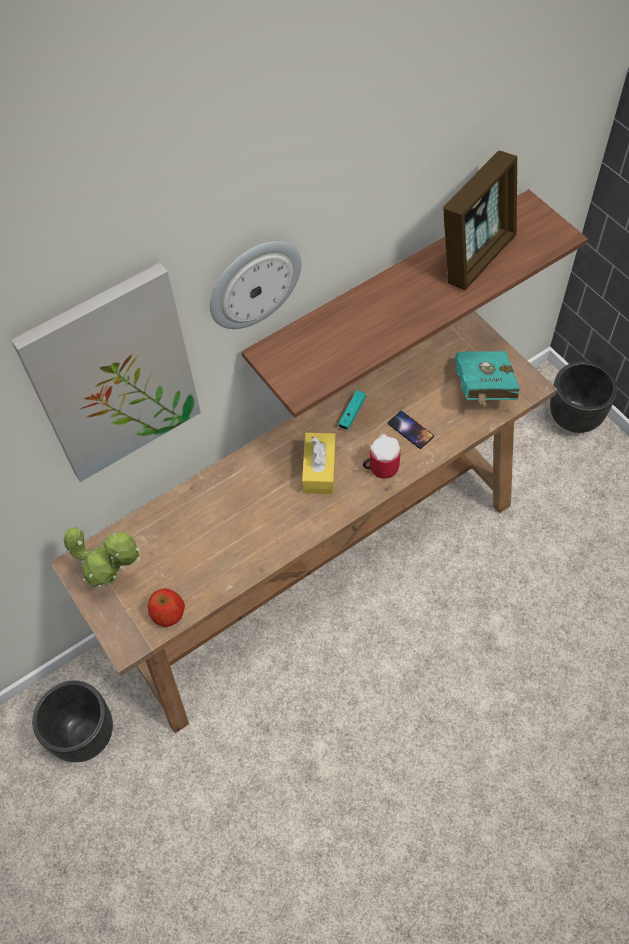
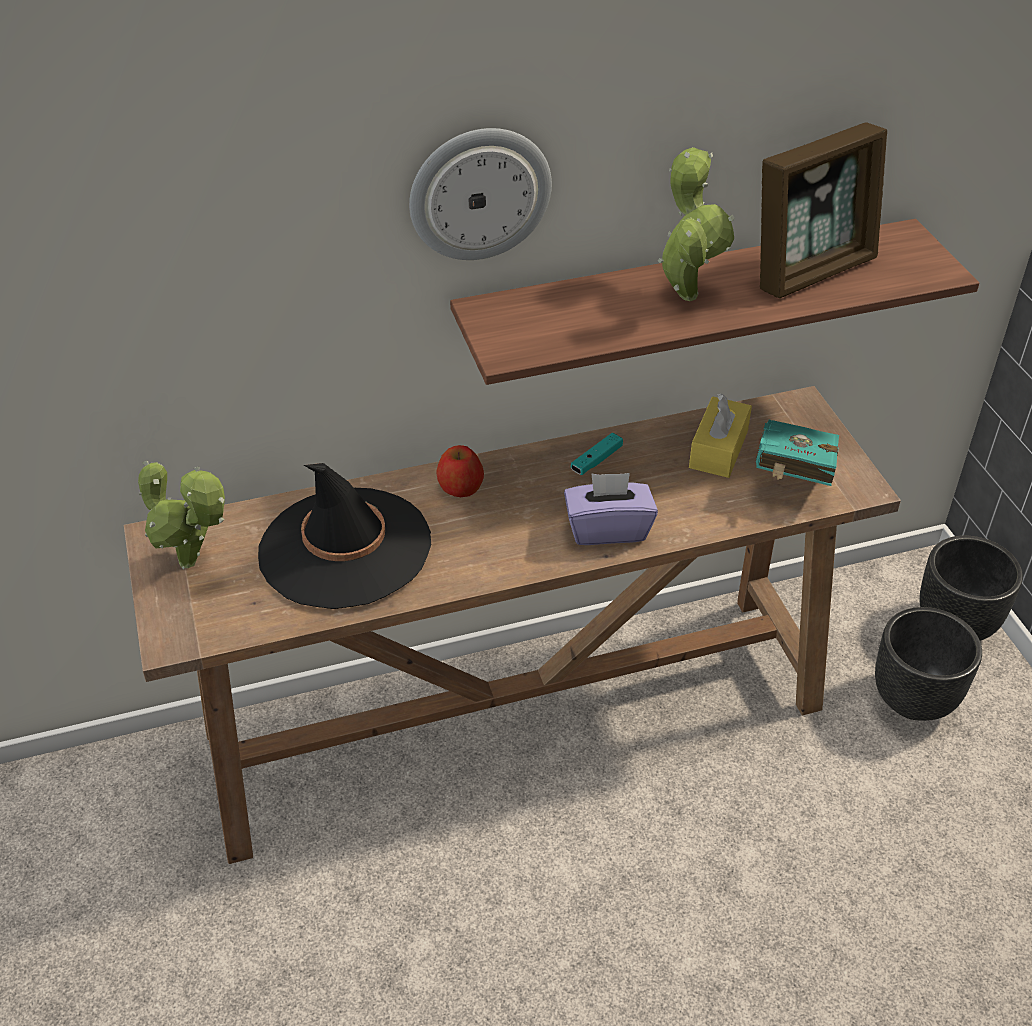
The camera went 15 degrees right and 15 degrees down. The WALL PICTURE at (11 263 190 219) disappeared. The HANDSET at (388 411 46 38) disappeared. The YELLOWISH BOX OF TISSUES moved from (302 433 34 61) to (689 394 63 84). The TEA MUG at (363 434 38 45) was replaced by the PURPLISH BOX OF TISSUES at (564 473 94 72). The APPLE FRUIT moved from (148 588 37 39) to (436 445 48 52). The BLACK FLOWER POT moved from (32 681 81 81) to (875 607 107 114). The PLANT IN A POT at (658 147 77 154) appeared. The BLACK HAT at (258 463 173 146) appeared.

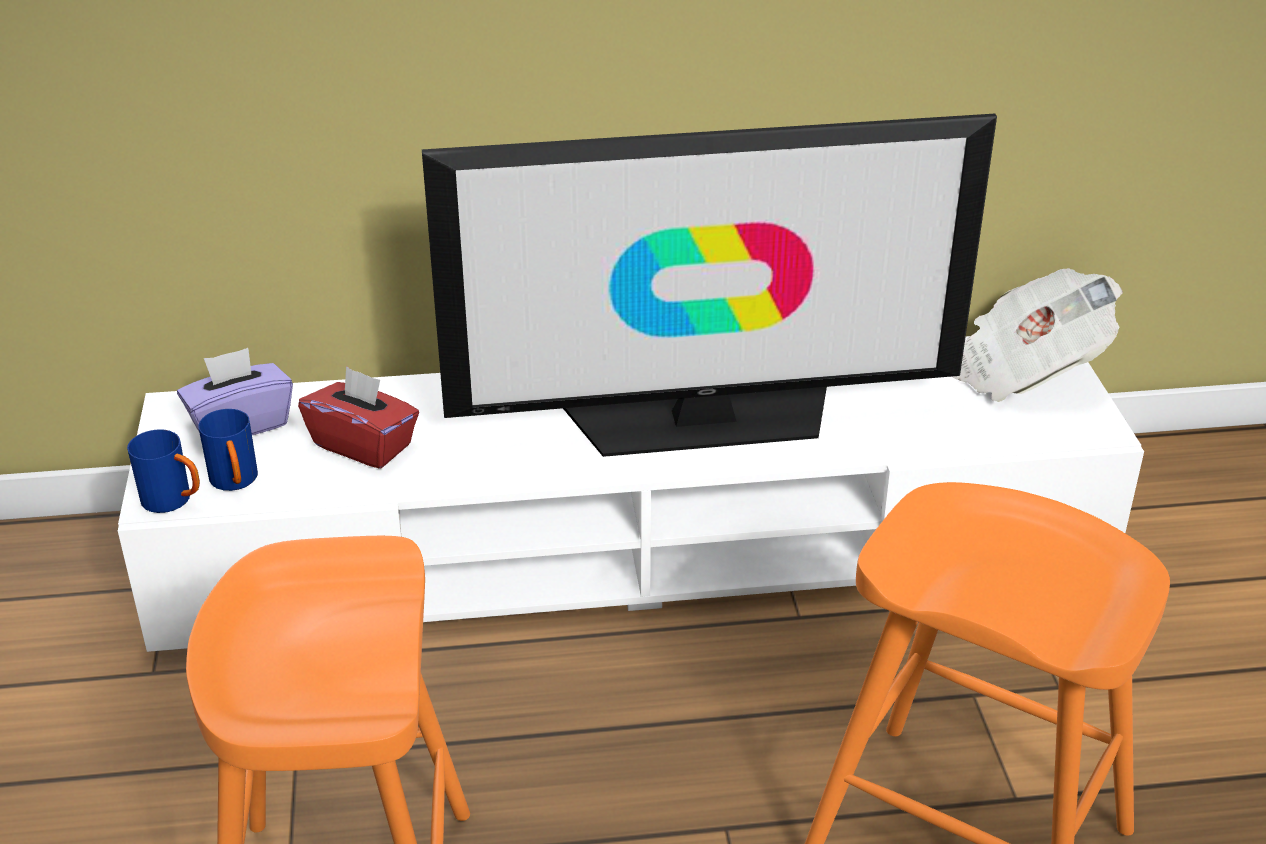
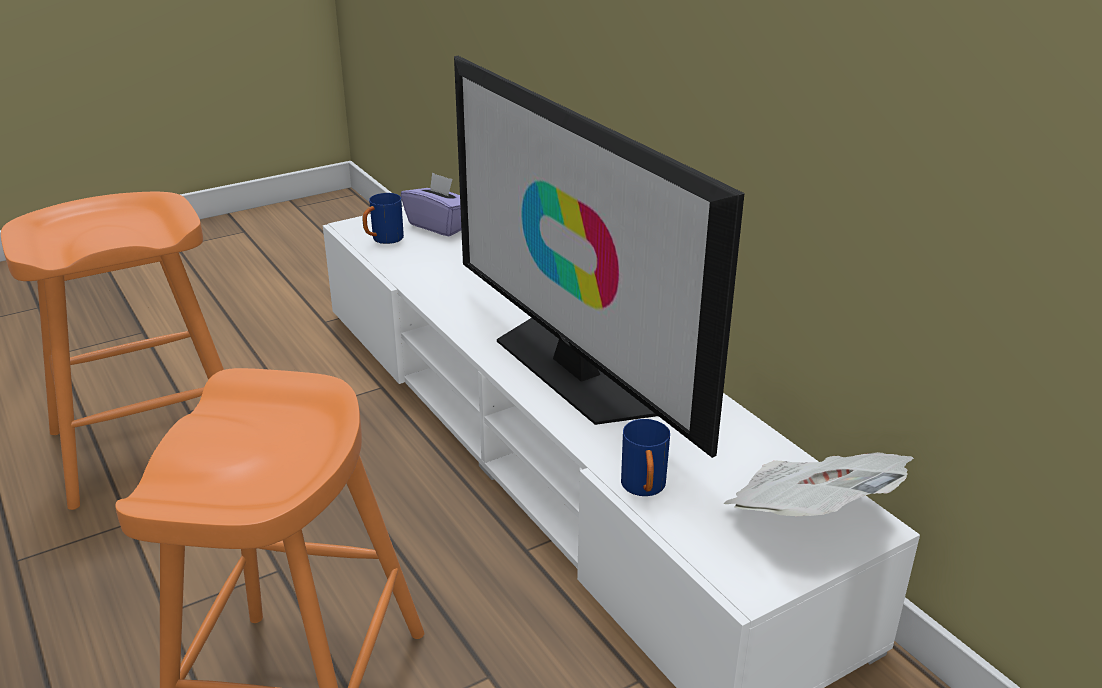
The camera went 65 degrees right and 5 degrees down. The RED-COLOURED BOX OF TISSUES at (298 366 121 103) disappeared. The BLUISH TEA MUG moved from (127 429 73 84) to (621 419 49 77).

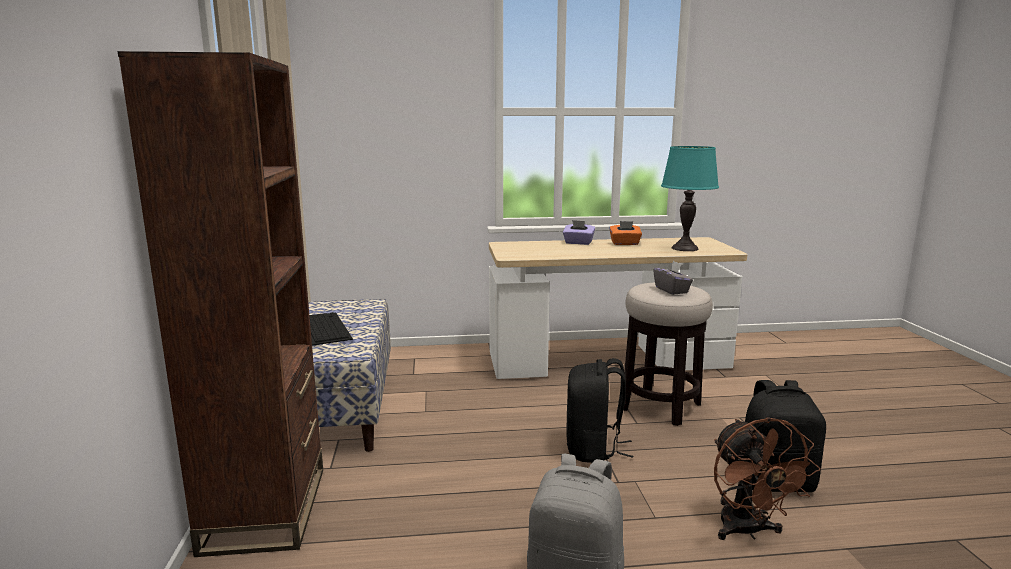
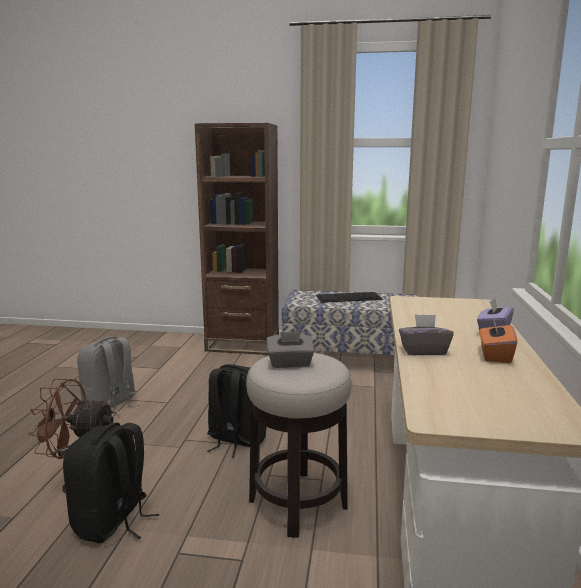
The camera went 105 degrees right and 0 degrees up. The TURQUOISE TABLE LAMP at (661 146 58 105) disappeared. The GREY BOX OF TISSUES at (399 314 55 41) appeared.

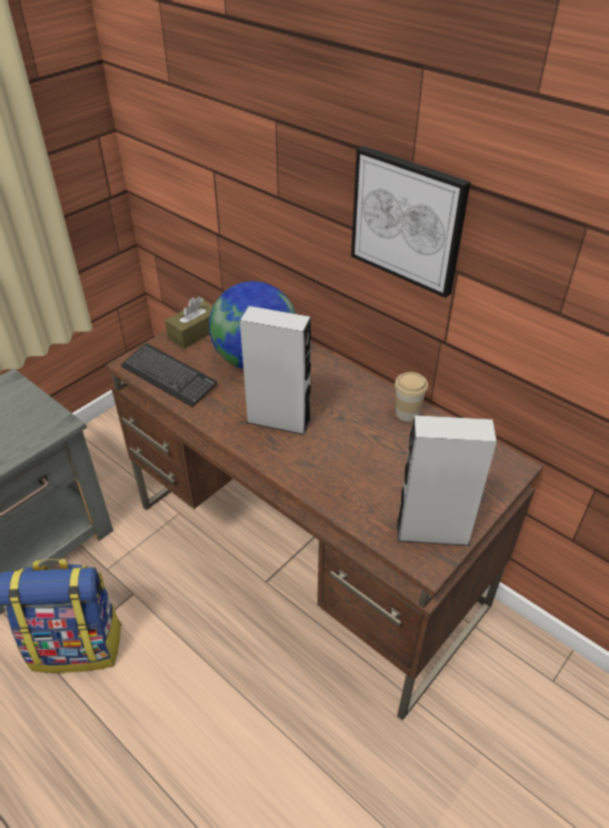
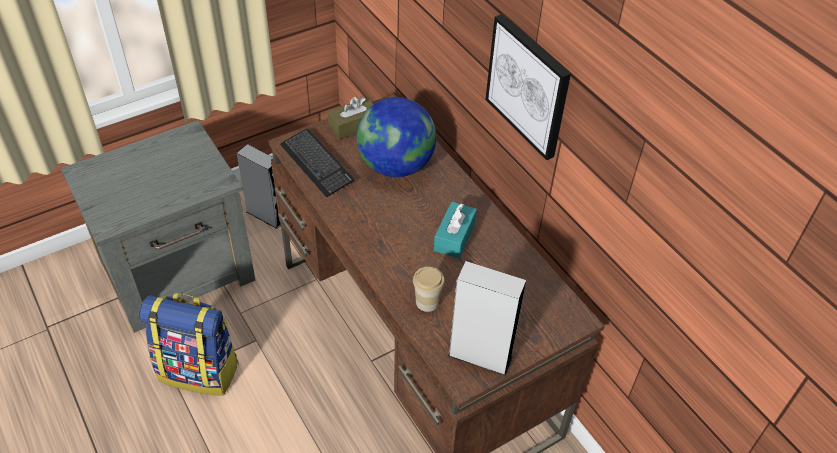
The camera went 15 degrees right and 5 degrees up. The GREY LOUDSPEAKER moved from (240 306 71 129) to (237 144 44 85). The CUP moved from (395 372 33 49) to (413 267 32 45). The TURQUOISE BOX OF TISSUES at (434 202 43 56) appeared.

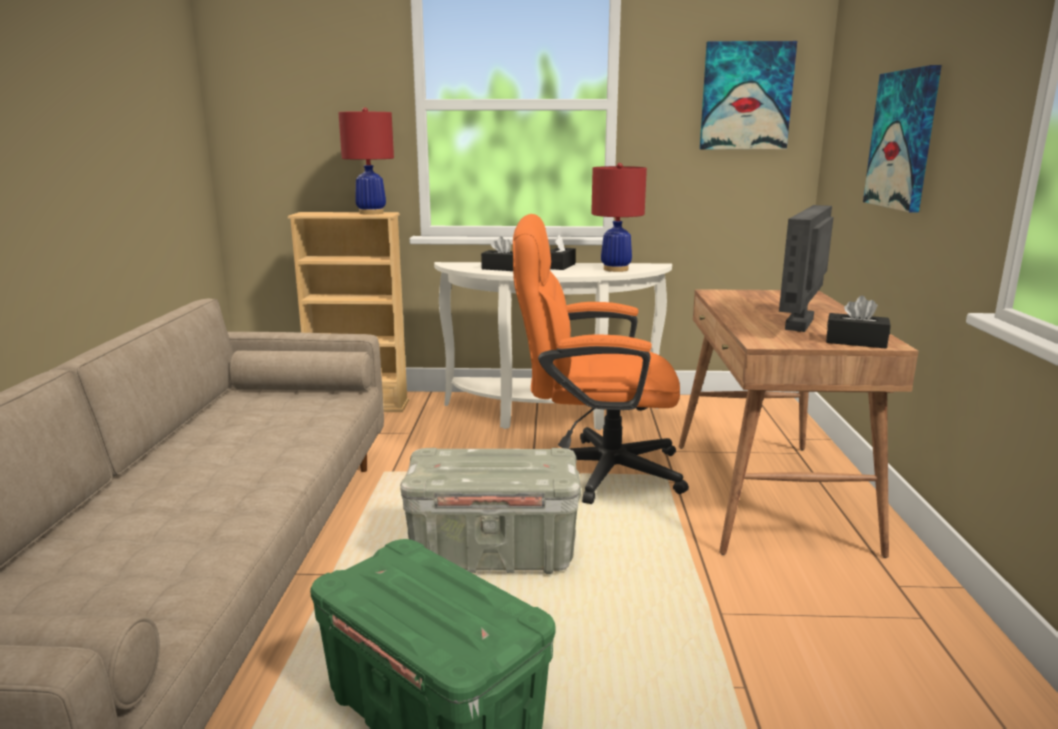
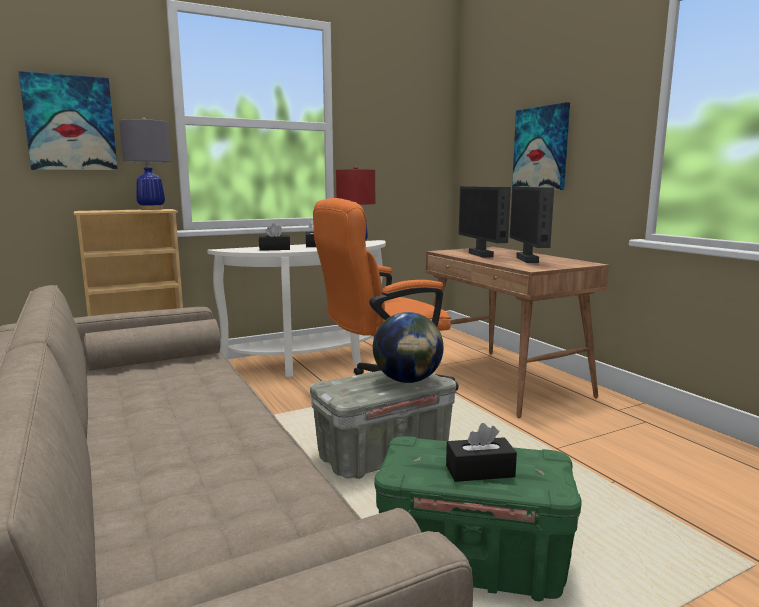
The camera went 30 degrees left and 5 degrees down. The WALL PICTURE moved from (700 41 97 109) to (18 71 100 100). The RED-COLOURED TABLE LAMP at (338 108 56 107) became the GREY TABLE LAMP at (119 117 52 93). The BLACK BOX OF TISSUES moved from (826 296 65 53) to (446 423 71 59). The MONITOR at (459 186 52 72) appeared. The DESK GLOBE at (373 312 70 71) appeared.

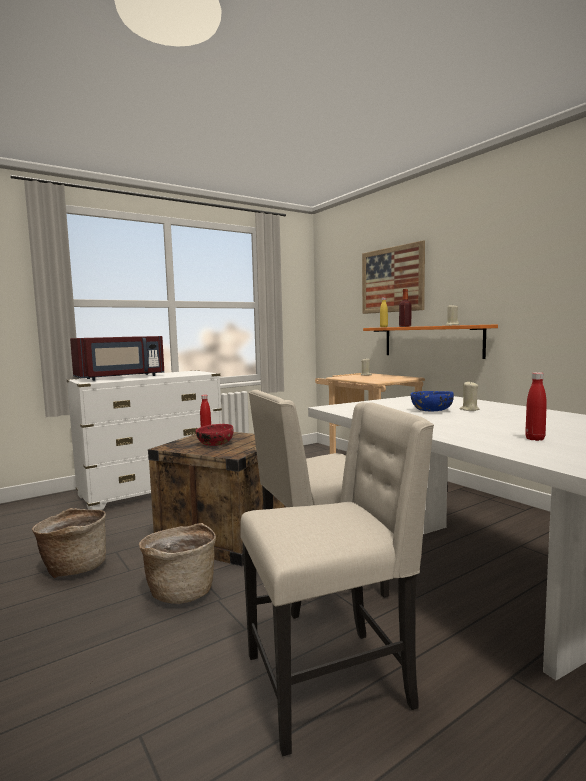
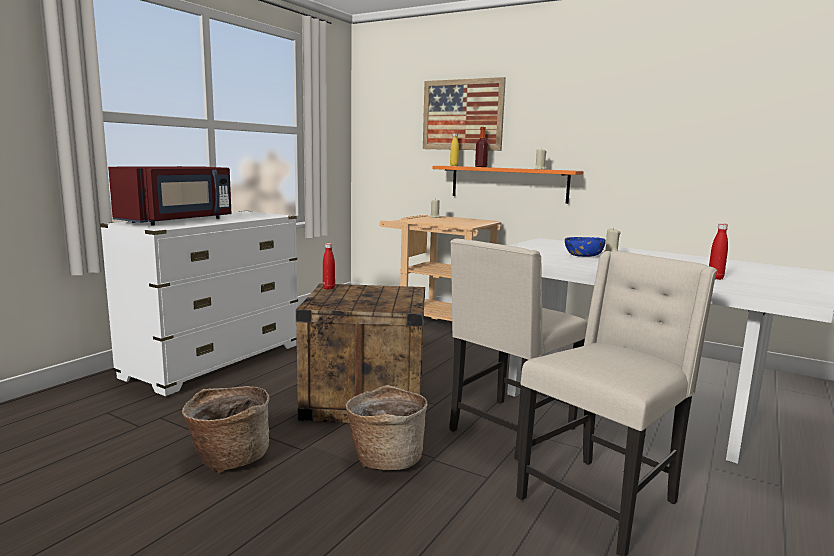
The camera went 25 degrees left and 5 degrees up. The RED-COLOURED SERVING BOWL at (196 424 38 22) disappeared.

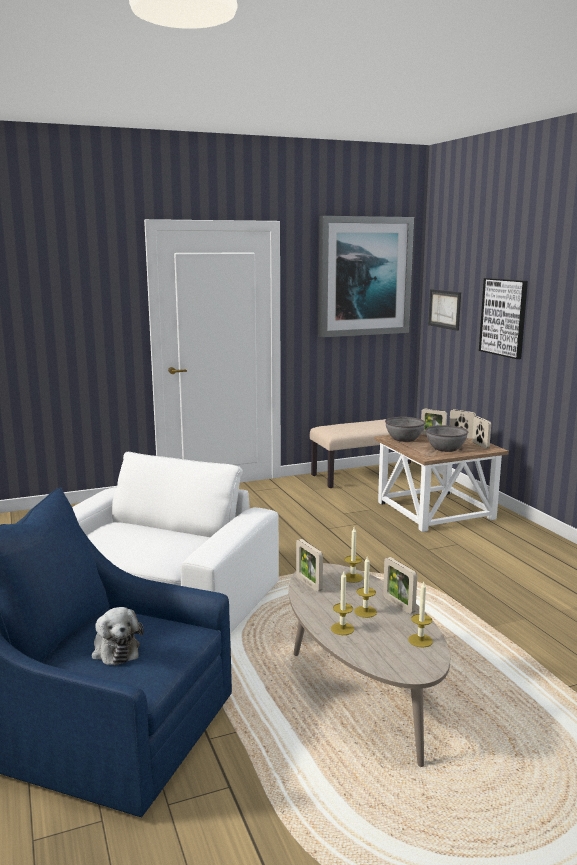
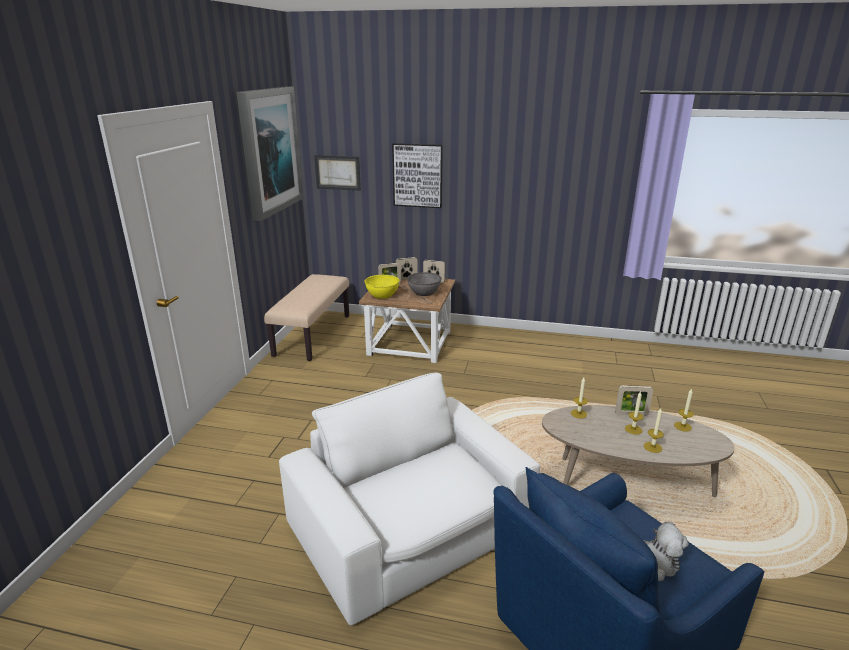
The camera went 55 degrees left and 10 degrees up. The GREY SERVING BOWL at (385 417 41 25) became the YELLOWISH SERVING BOWL at (364 275 36 24). The PICTURE FRAME at (296 539 27 53) disappeared.

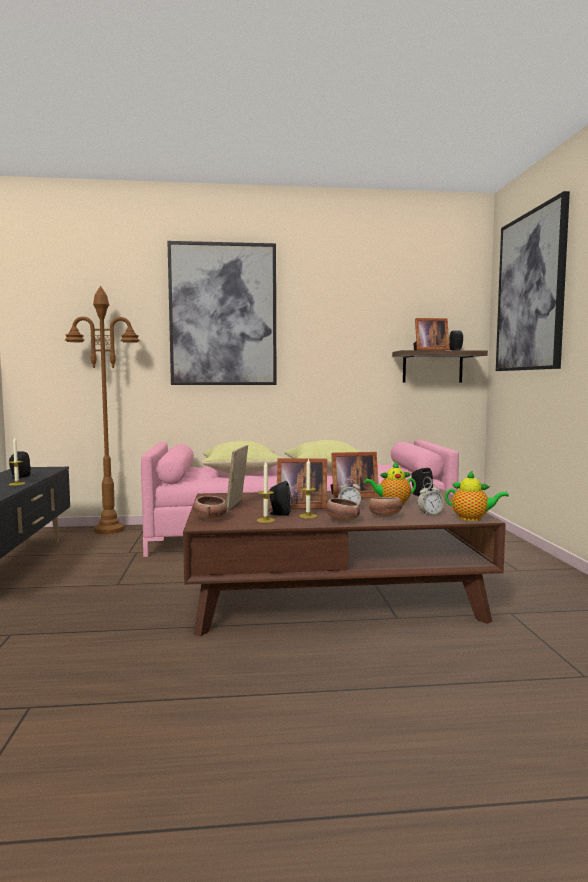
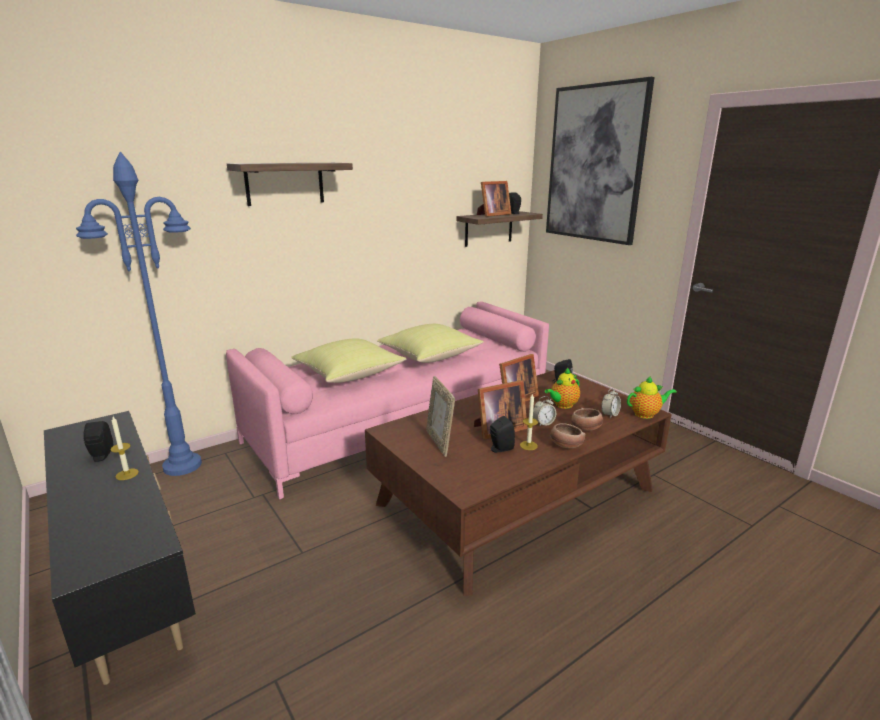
The camera went 30 degrees left and 15 degrees up. The WALL PICTURE at (167 241 109 144) was replaced by the WALL SHELF at (227 163 126 43). The BROWNISH FLOOR LAMP at (65 286 75 248) became the BLUISH FLOOR LAMP at (76 152 126 324). The CANDLE at (257 462 18 61) disappeared. The SERVING BOWL at (193 496 34 24) disappeared.

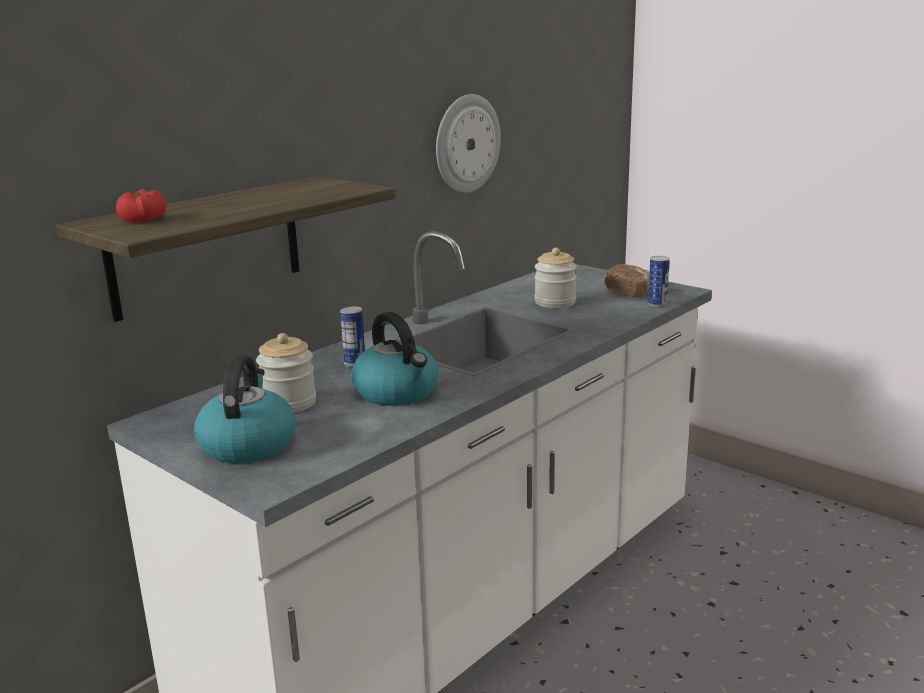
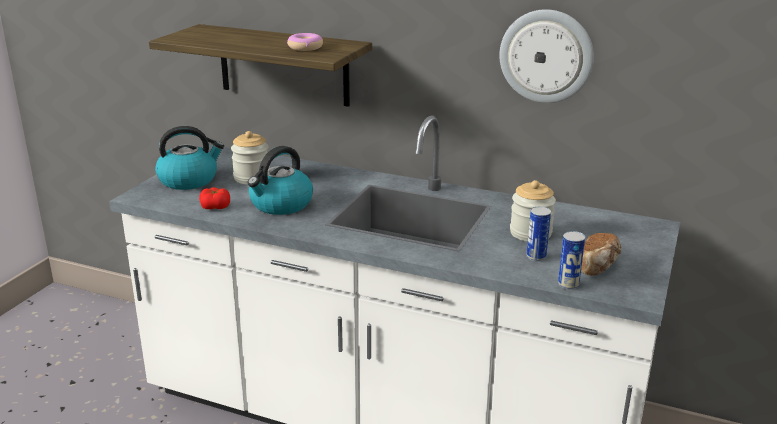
The camera went 70 degrees right and 5 degrees up. The FRESH TOMATO moved from (116 189 50 33) to (199 187 31 22). The METAL CAN moved from (340 306 25 61) to (527 207 24 55). The RING DOUGHNUT at (287 33 36 18) appeared.

